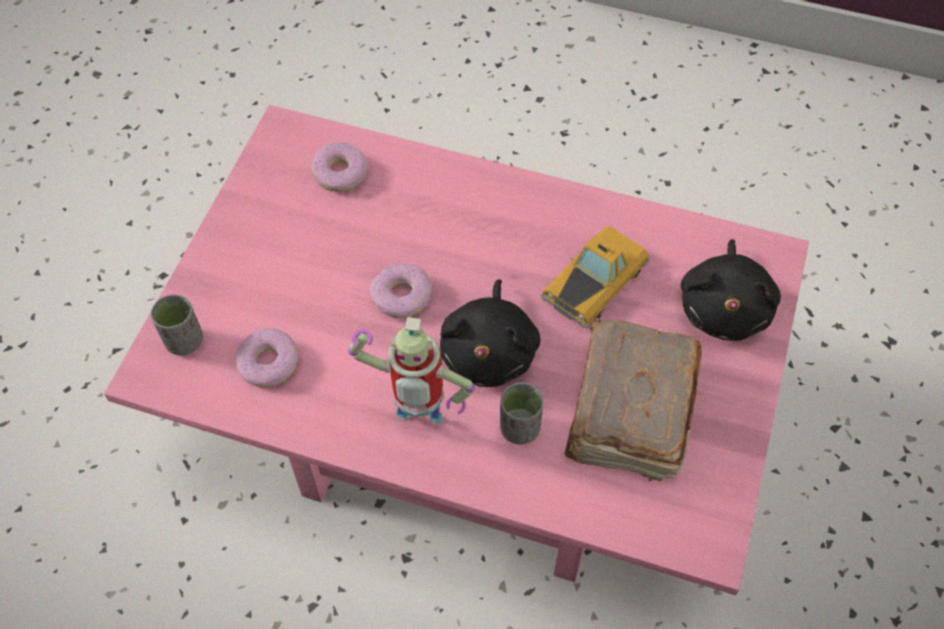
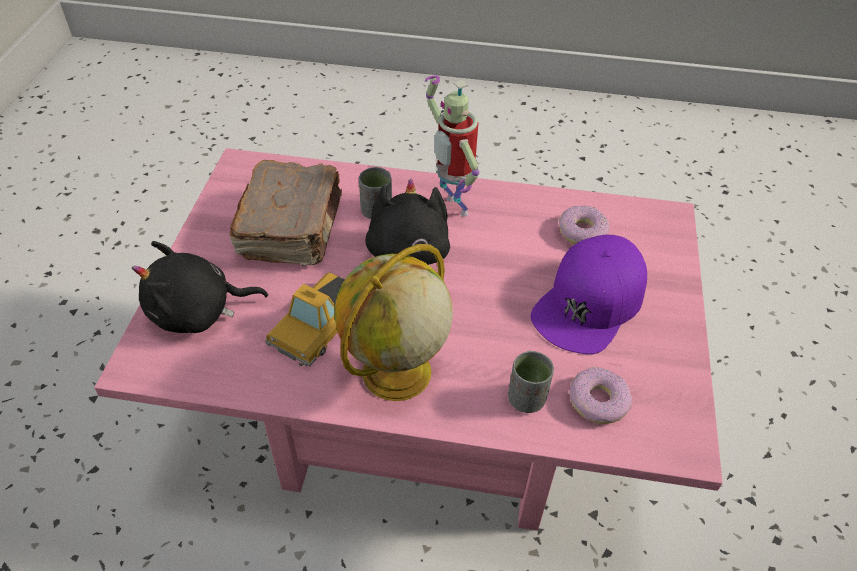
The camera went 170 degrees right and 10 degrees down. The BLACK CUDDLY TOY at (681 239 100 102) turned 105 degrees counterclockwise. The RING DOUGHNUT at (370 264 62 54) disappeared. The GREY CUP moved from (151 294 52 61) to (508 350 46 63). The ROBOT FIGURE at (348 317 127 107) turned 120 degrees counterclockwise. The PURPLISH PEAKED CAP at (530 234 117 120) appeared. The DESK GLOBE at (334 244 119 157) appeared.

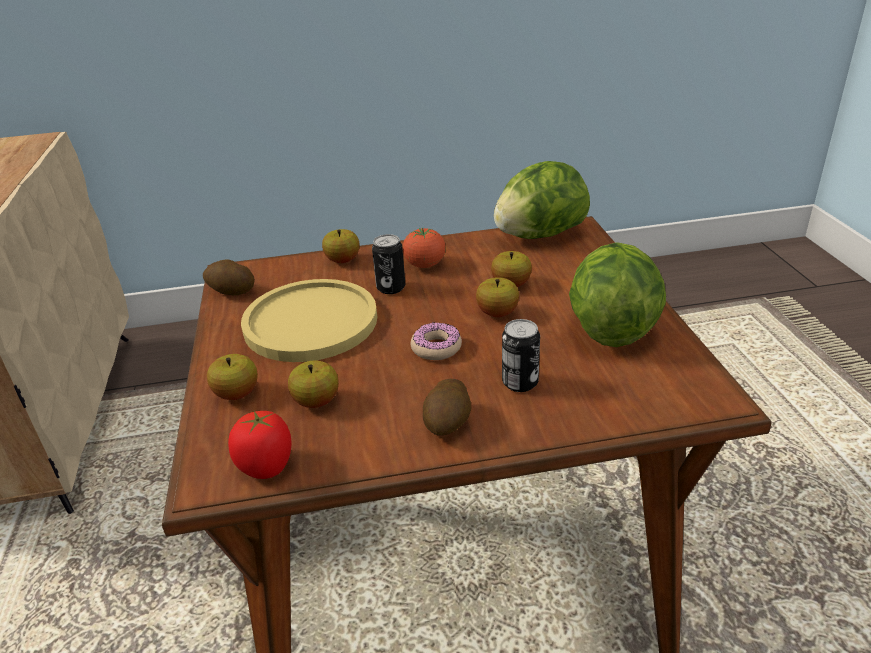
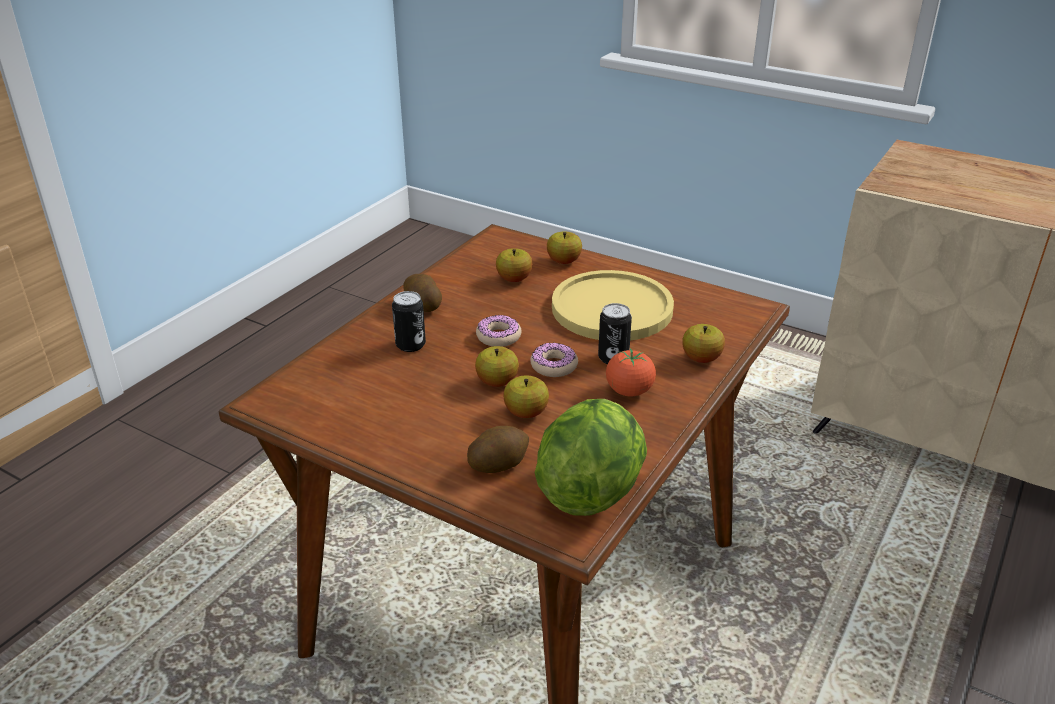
The camera went 130 degrees right and 0 degrees up. The LETTUCE HEAD at (569 242 97 105) disappeared. The SPUD moved from (203 259 52 36) to (467 426 62 47). The FRESH TOMATO at (228 411 64 68) disappeared. The RING DOUGHNUT at (530 343 48 34) appeared.

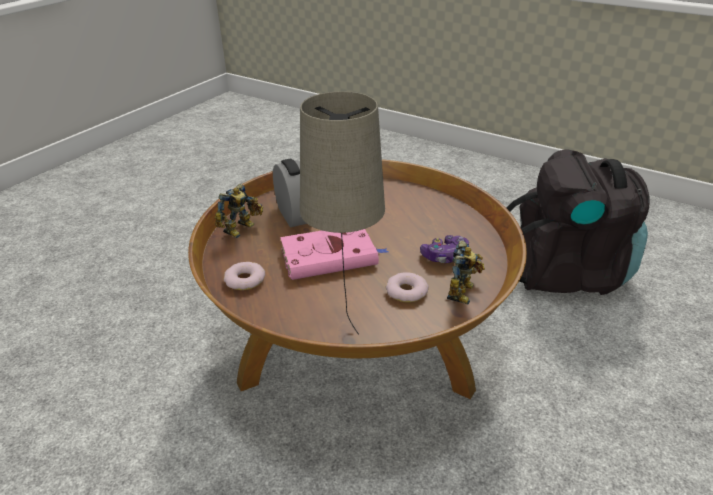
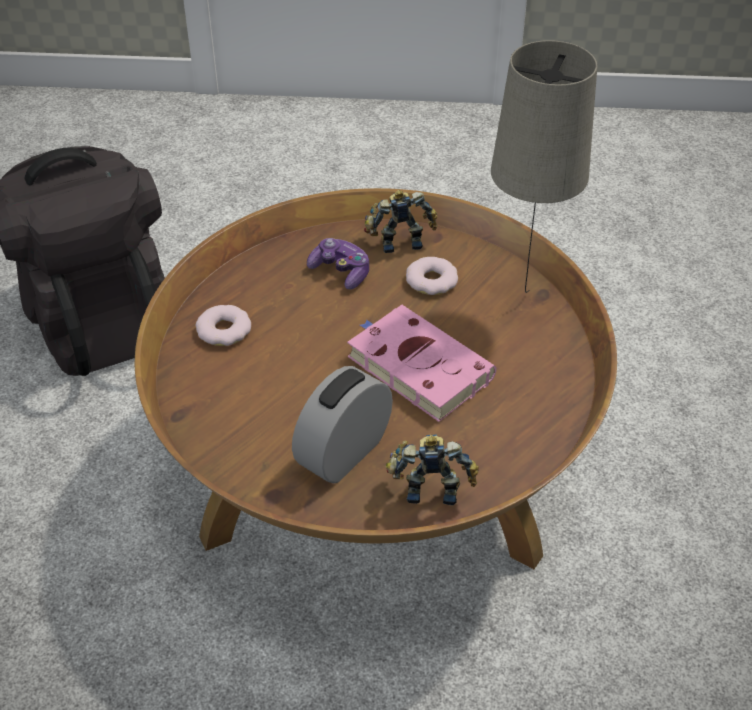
The camera went 120 degrees left and 10 degrees up. The RING DOUGHNUT moved from (223 262 42 28) to (195 305 56 41).

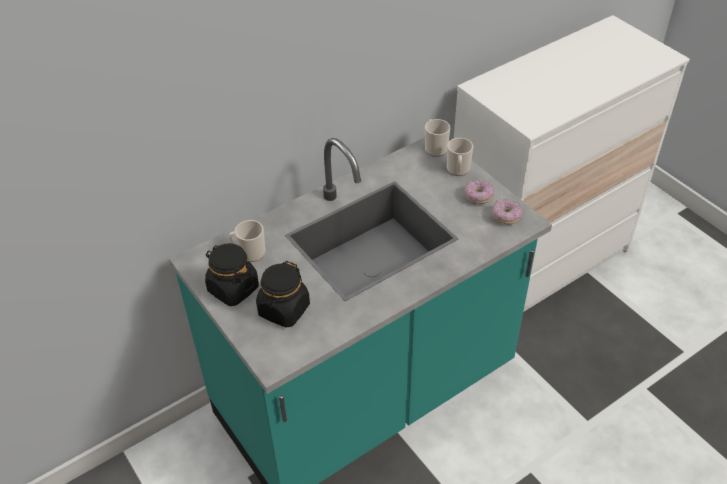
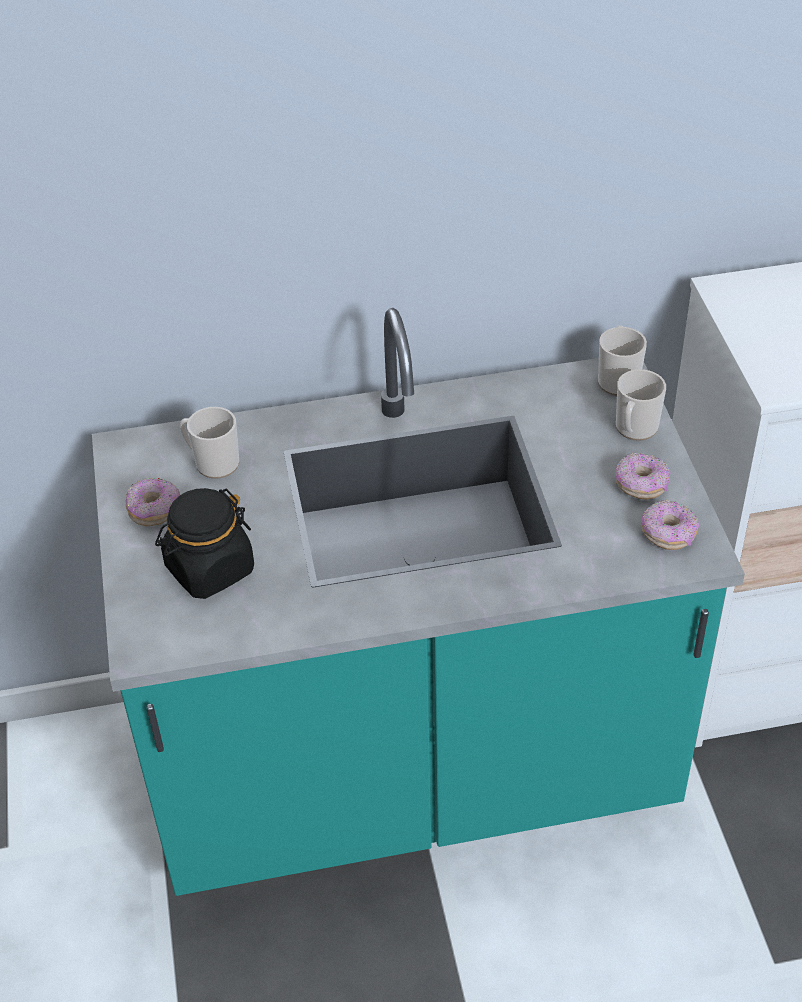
The camera went 25 degrees right and 0 degrees up. The BLACK PRESERVE JAR at (205 243 54 63) was replaced by the RING DOUGHNUT at (126 478 54 48).

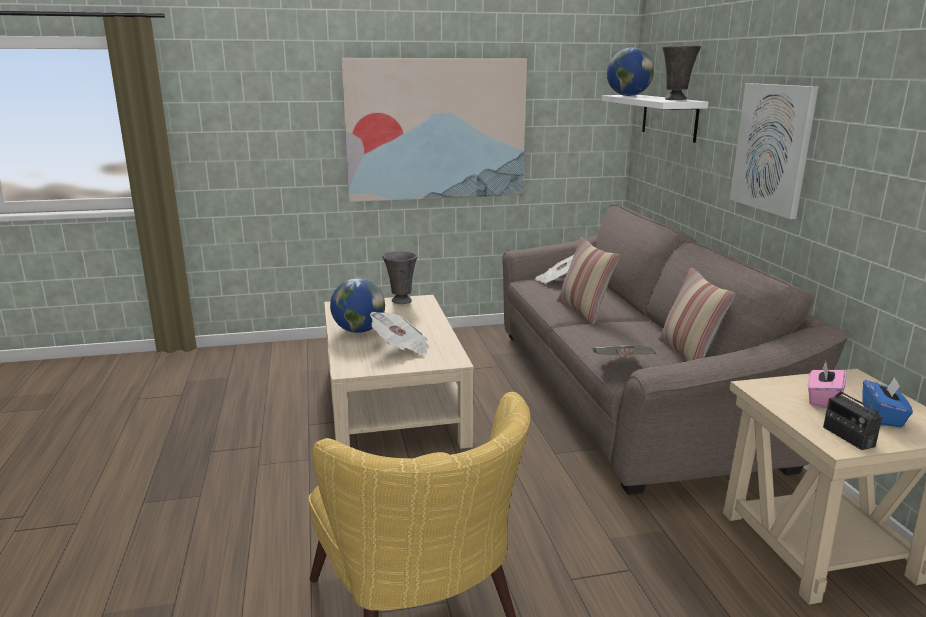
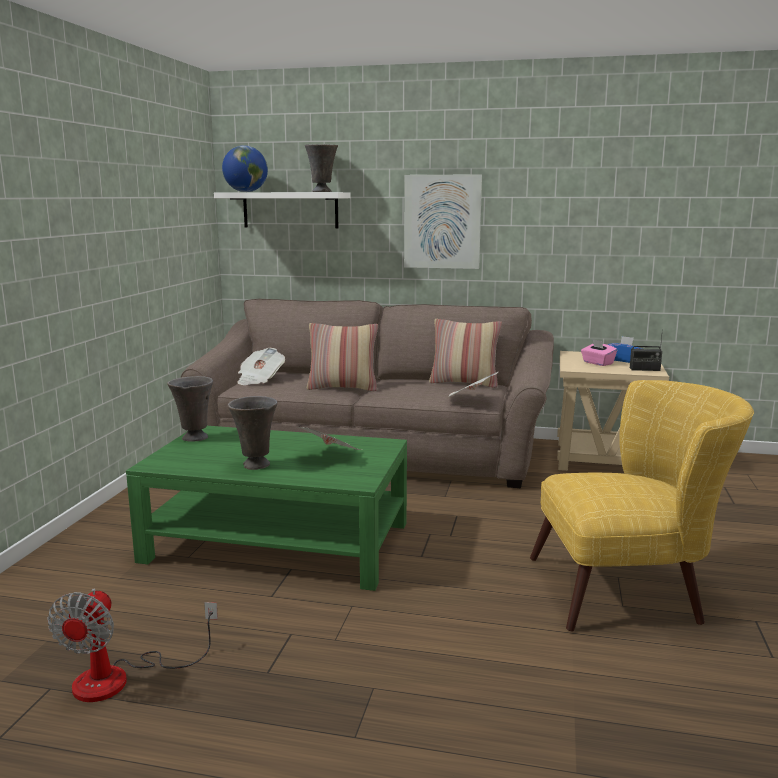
The camera went 65 degrees left and 5 degrees down. The WALL PICTURE at (341 58 186 144) disappeared. The DESK GLOBE at (330 278 55 55) was replaced by the GREY VASE at (228 396 50 74). The SAND-COLOURED COFFEE TABLE at (324 295 150 154) became the GREENISH COFFEE TABLE at (126 426 281 165). The FAN at (48 588 170 114) appeared.

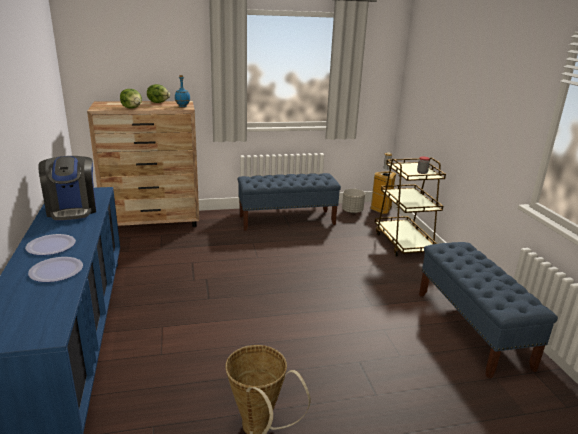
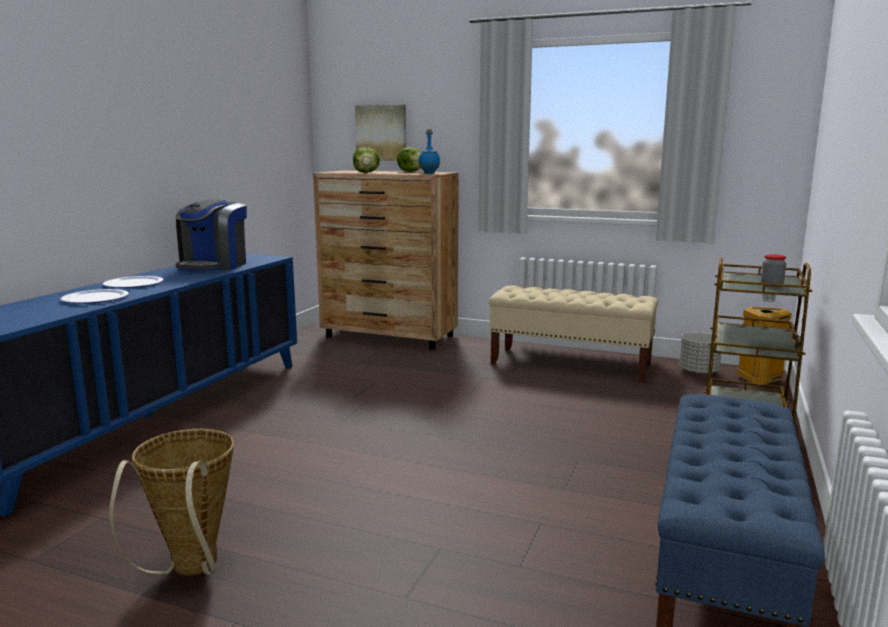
The camera went 35 degrees right and 10 degrees down. The BLUISH LONG SEAT at (237 173 104 57) became the SAND-COLOURED LONG SEAT at (489 285 169 97). The WALL PICTURE at (355 105 51 56) appeared.

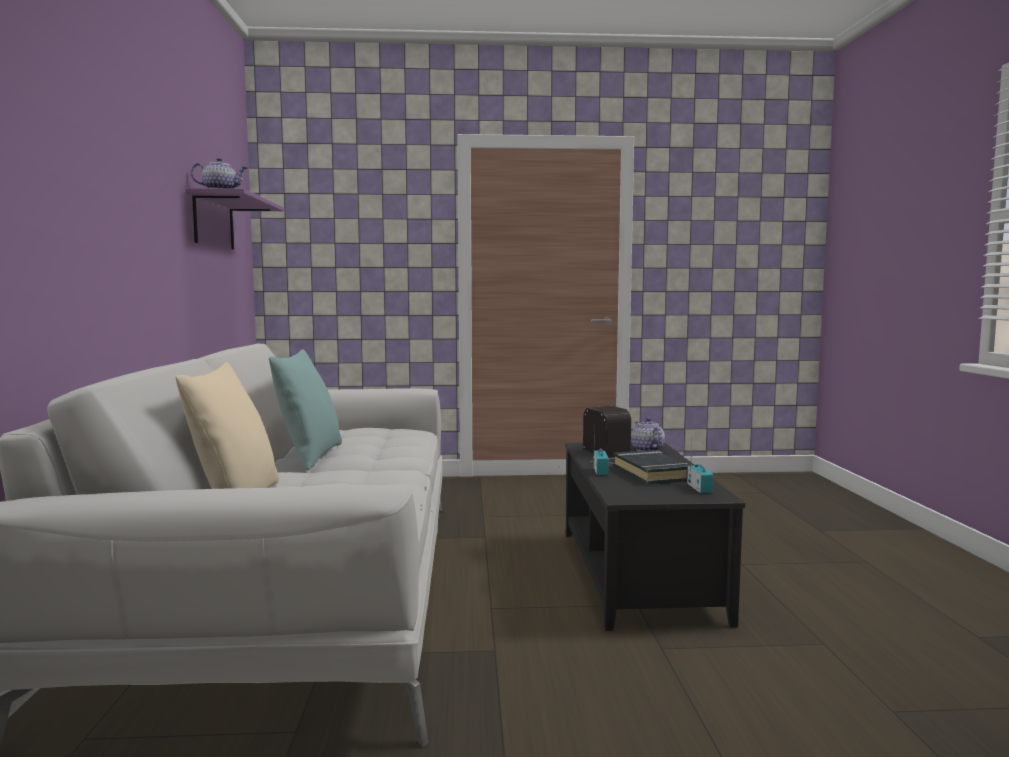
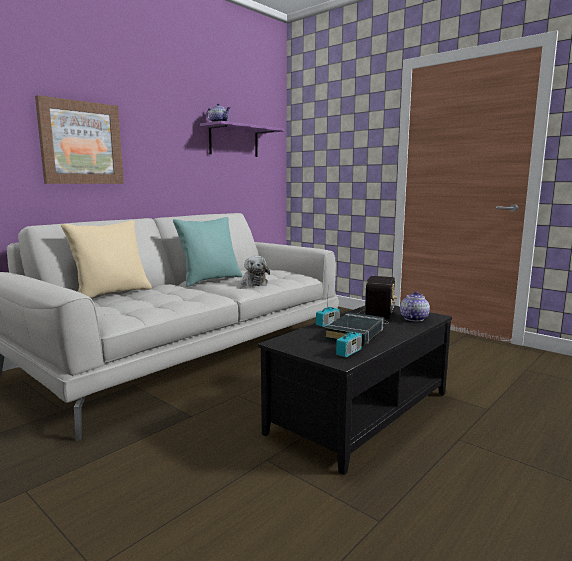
The camera went 45 degrees right and 5 degrees up. The WALL PICTURE at (35 95 89 89) appeared. The CUDDLY TOY at (241 256 29 30) appeared.

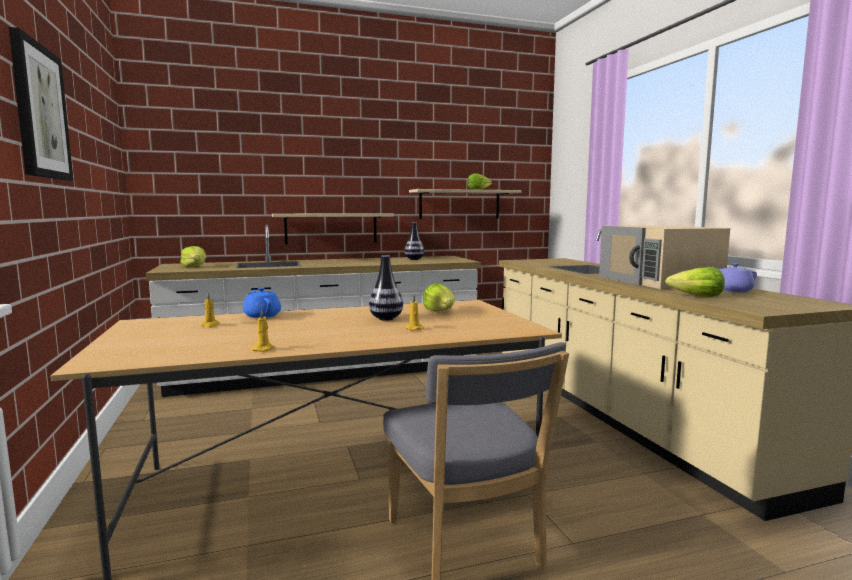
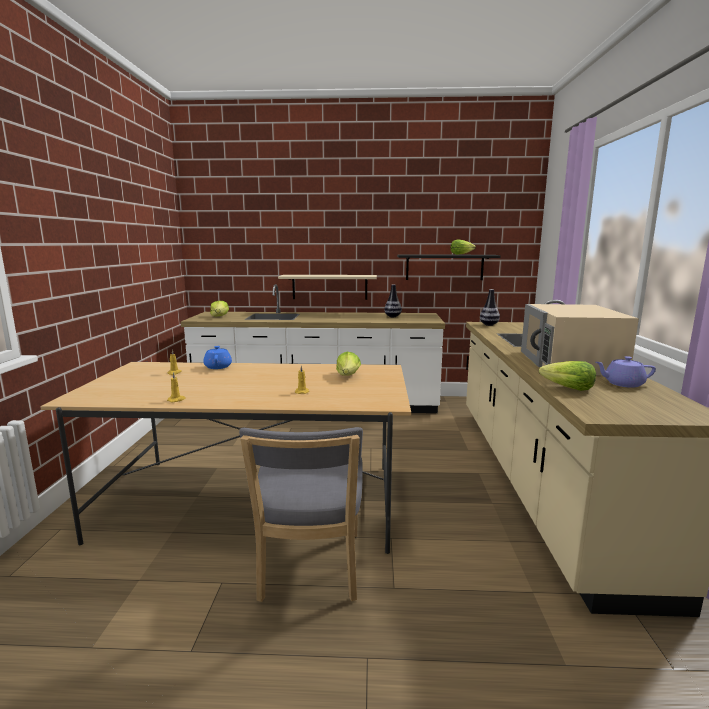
The camera went 20 degrees right and 5 degrees up. The WALL PICTURE at (9 27 64 154) disappeared. The SAND-COLOURED WALL SHELF at (409 189 112 30) became the BLACK WALL SHELF at (397 255 104 25). The VASE moved from (369 255 34 66) to (480 289 20 37).

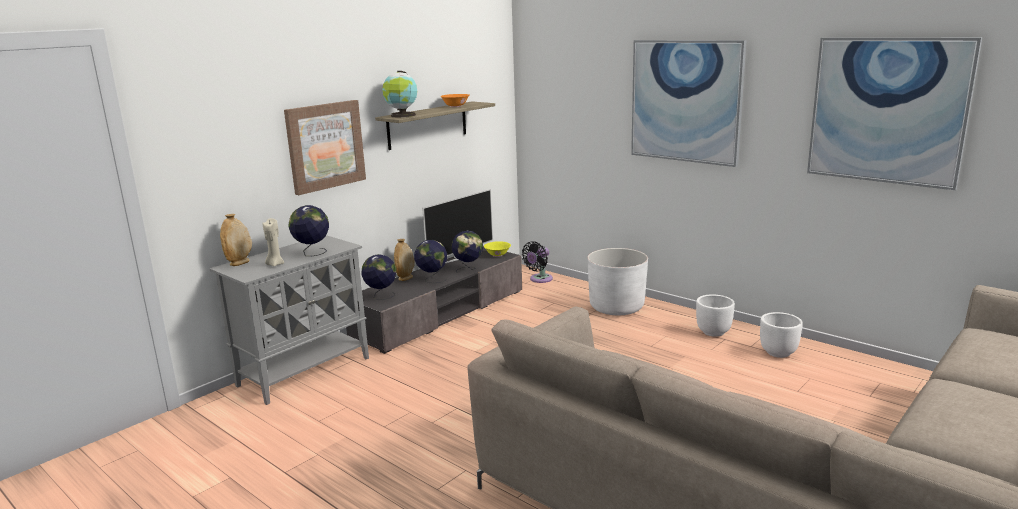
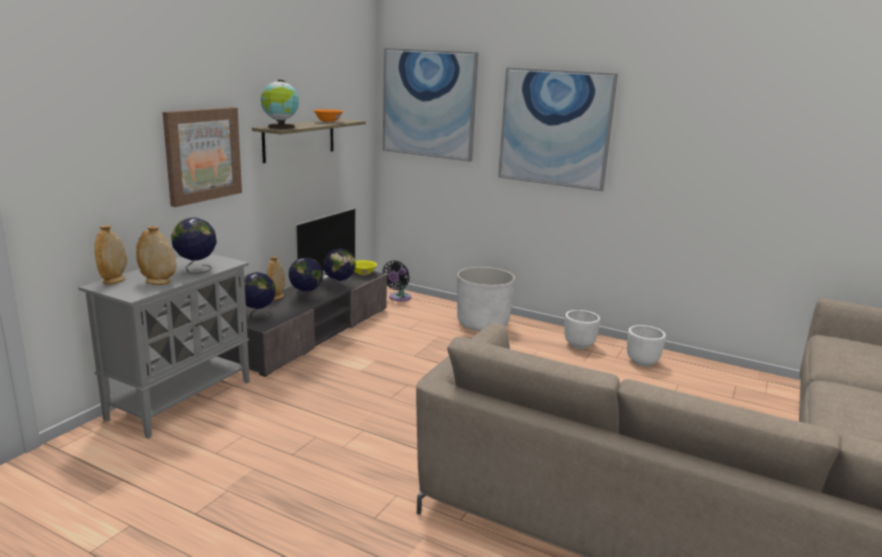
The camera went 15 degrees left and 0 degrees up. The WALL PICTURE moved from (807 37 175 153) to (383 48 96 113). The SAND-COLOURED CANDLE at (263 218 21 49) was replaced by the SAND-COLOURED VASE at (136 226 40 59).

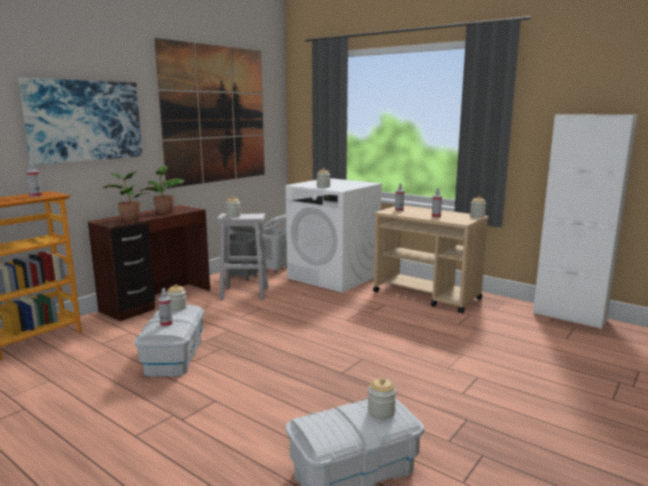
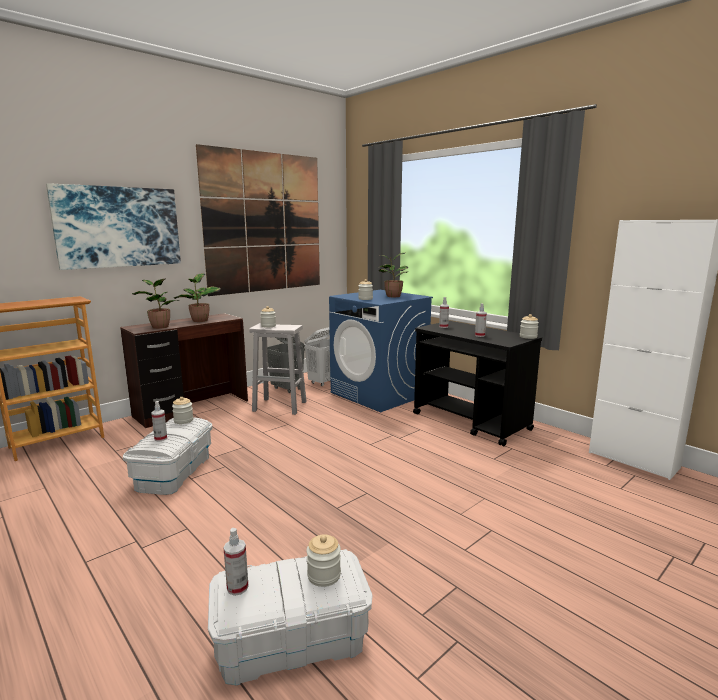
The camera went 10 degrees right and 0 degrees up. The HAND SPRAYER moved from (26 161 16 36) to (223 528 25 68). The WHITE-COLOURED WASHING MACHINE at (286 178 97 115) became the BLUISH WASHING MACHINE at (329 290 104 122). The SAND-COLOURED TROLLEY at (373 205 116 109) became the BLACK TROLLEY at (413 321 129 126). The PLANT IN A POT at (378 252 30 45) appeared.

